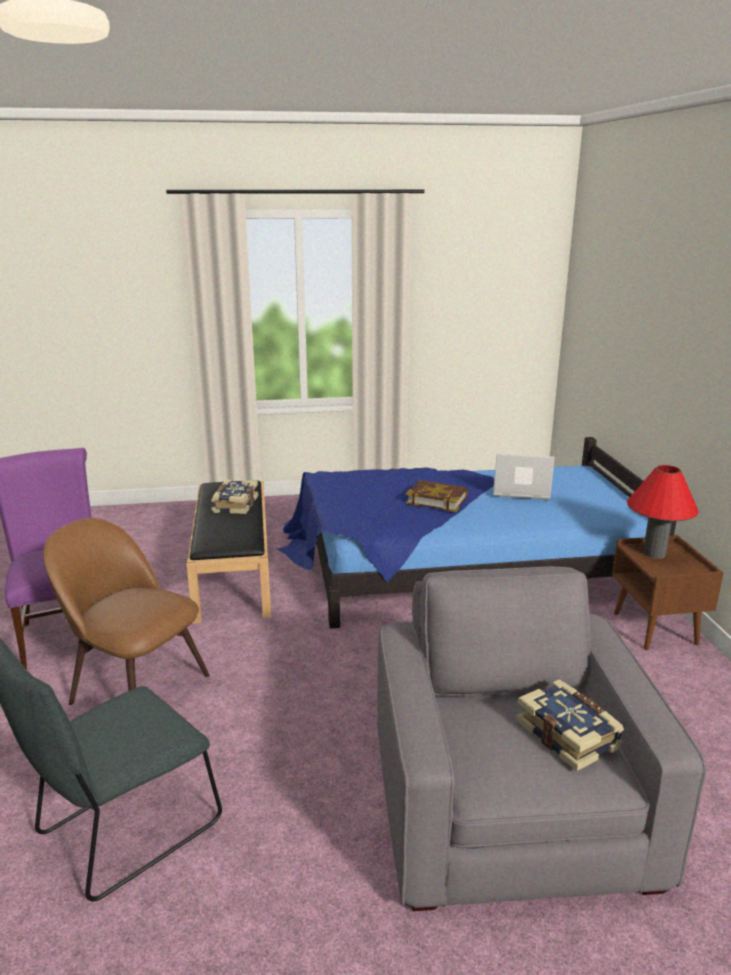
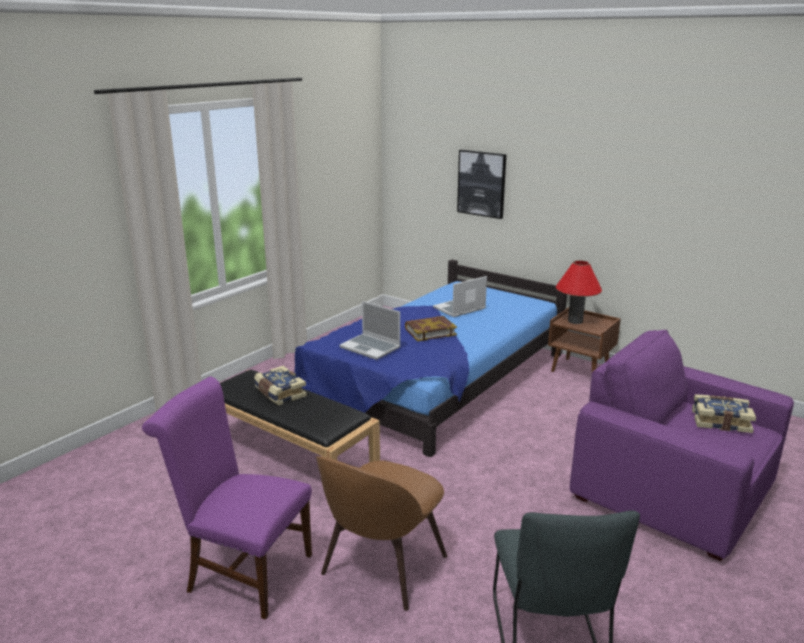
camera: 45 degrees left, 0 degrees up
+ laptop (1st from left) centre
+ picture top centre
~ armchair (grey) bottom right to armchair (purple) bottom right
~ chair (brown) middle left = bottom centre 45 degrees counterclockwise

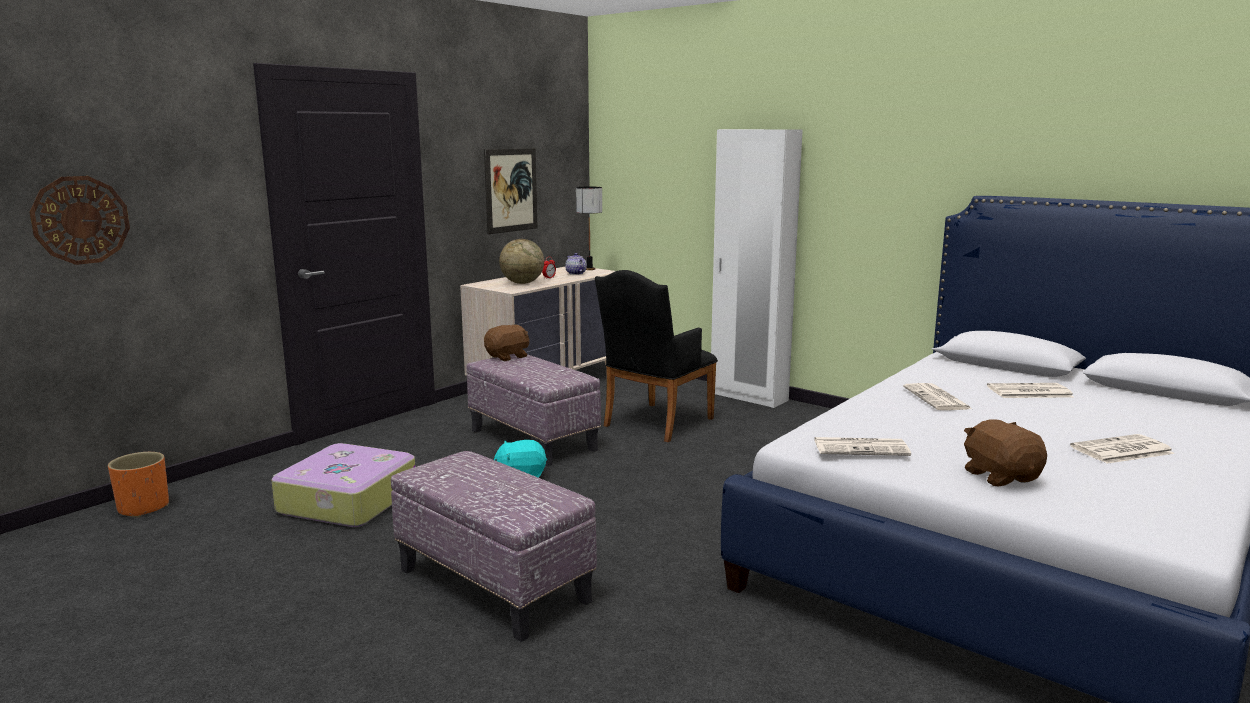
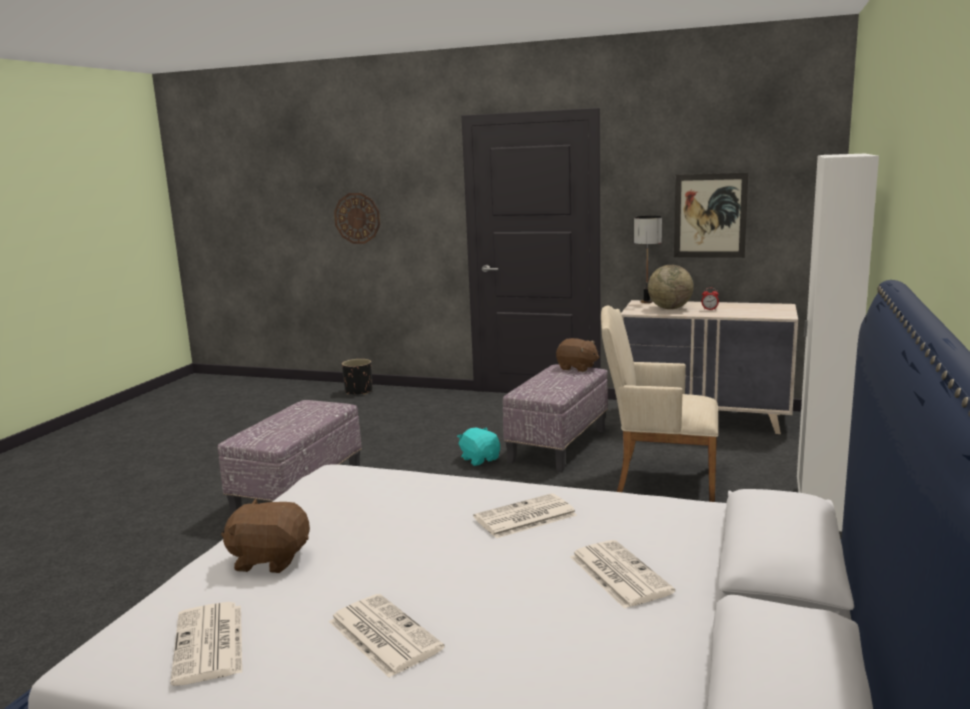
camera: 70 degrees right, 0 degrees up
- suitcase bottom left
- teapot centre
~ table lamp top centre to middle right
~ newspaper (1st from left) middle right to bottom left
~ planter (orange) bottom left to planter (black) centre
~ armchair (black) centre to armchair (beige) middle right
~ plush toy (brown) (2nd from left in the first image) middle right = bottom left 135 degrees counterclockwise

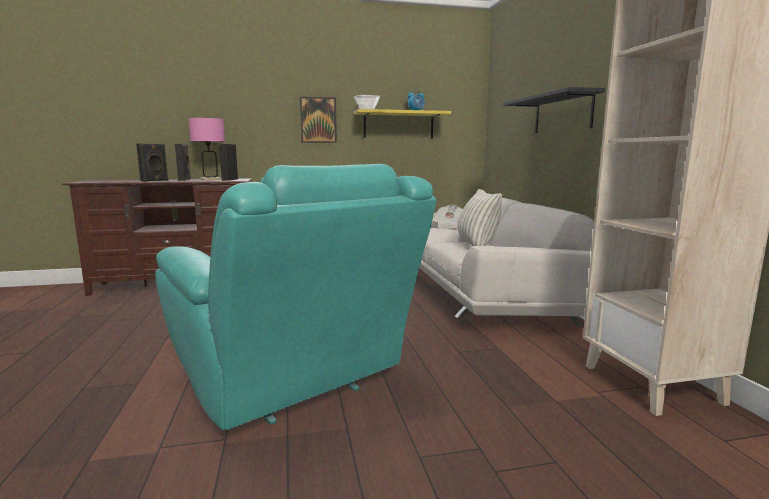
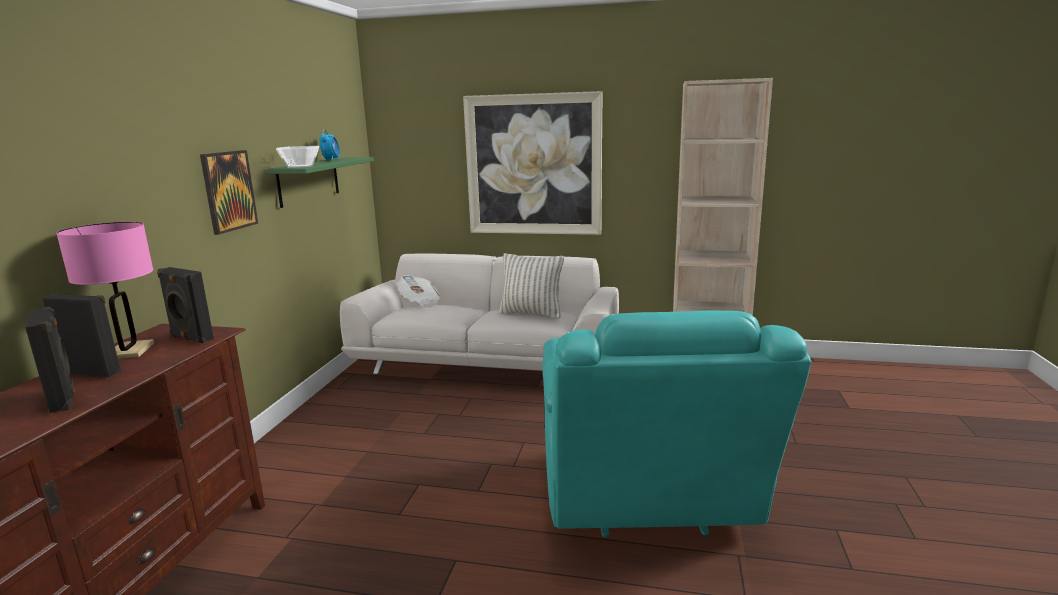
camera: 65 degrees left, 5 degrees up
~ shelf (black) top right to picture (2nd from left) top centre
~ shelf (yellow) top centre to shelf (green) top left
~ armchair (turquoise) centre = bottom centre 105 degrees clockwise

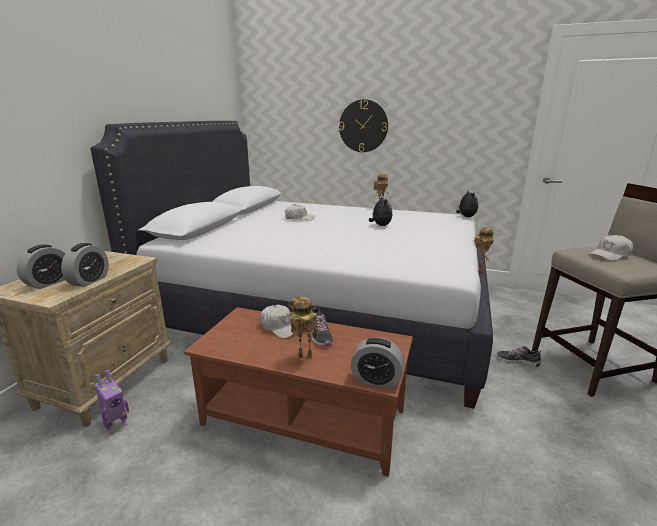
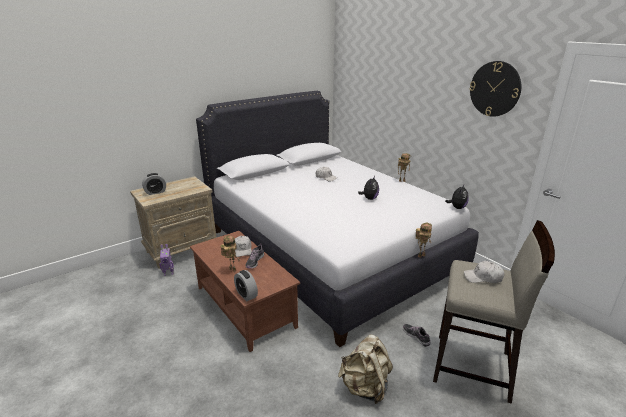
camera: 35 degrees right, 5 degrees up
- alarm clock (2nd from left) middle left
+ backpack (beige) bottom centre
~ wall clock top centre to top right

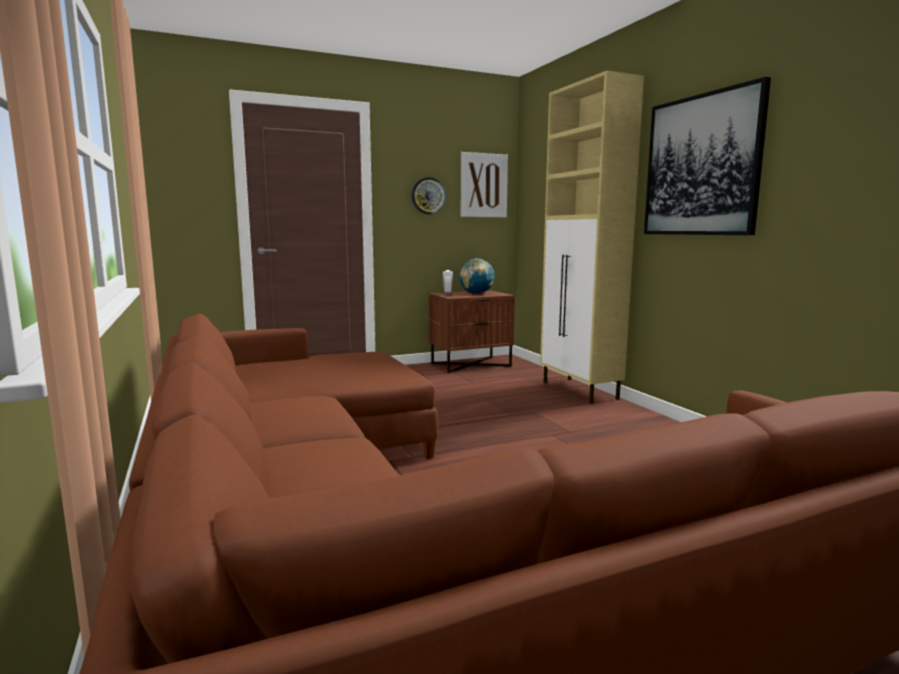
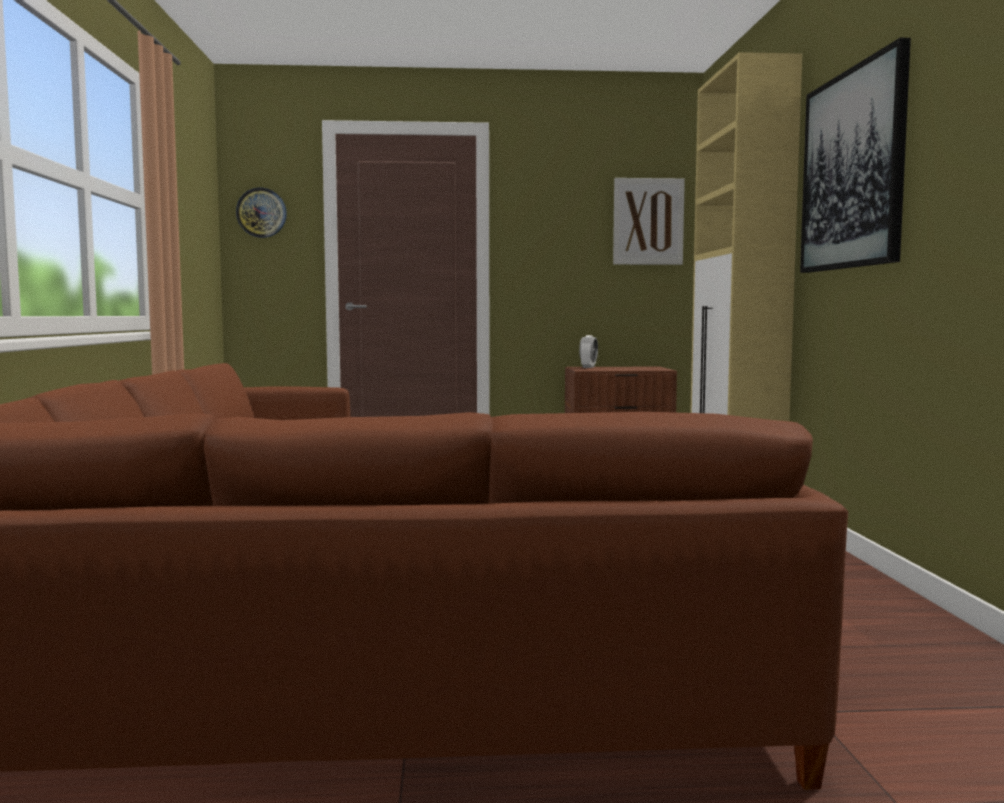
camera: 20 degrees right, 5 degrees down
- globe centre
~ wall clock top centre to top left

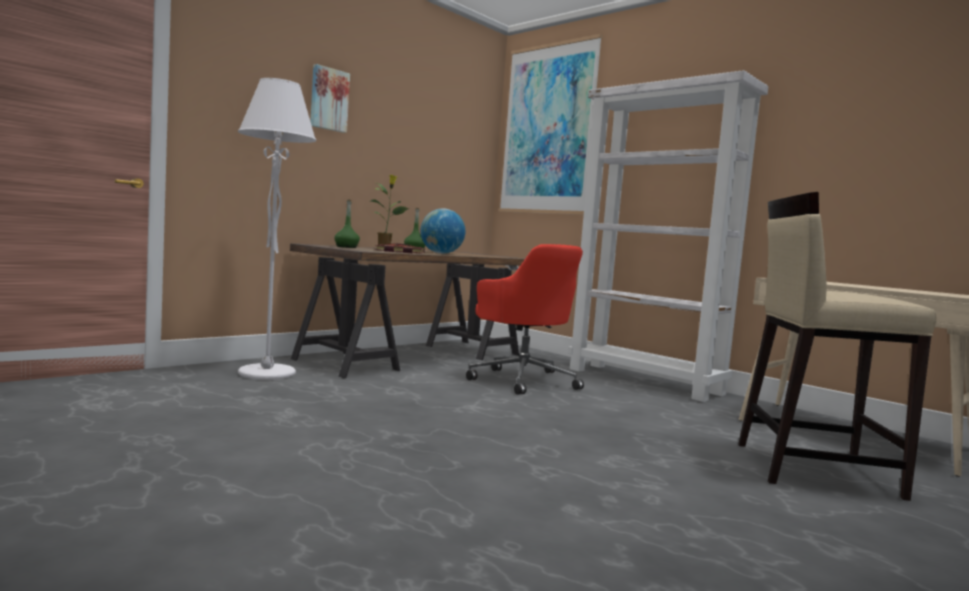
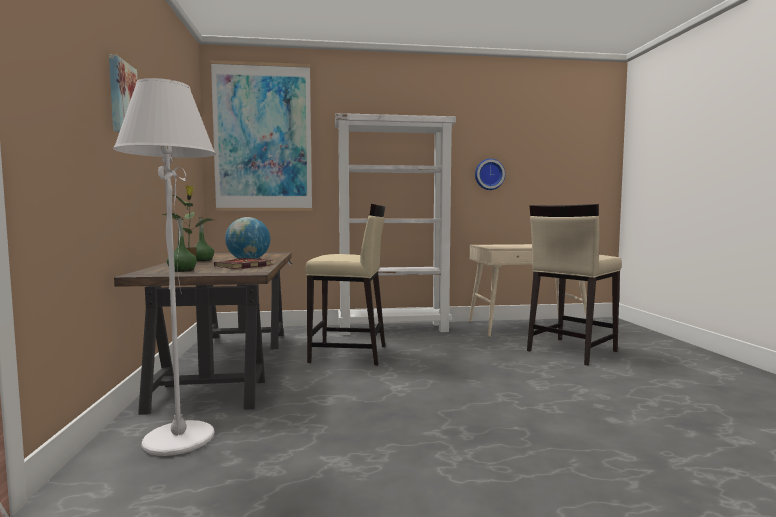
camera: 50 degrees left, 0 degrees up
+ wall clock centre
~ office chair (red) centre to stool (beige) (1st from left) centre

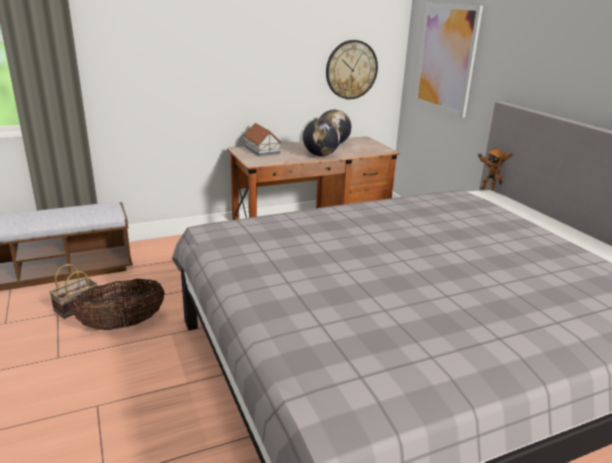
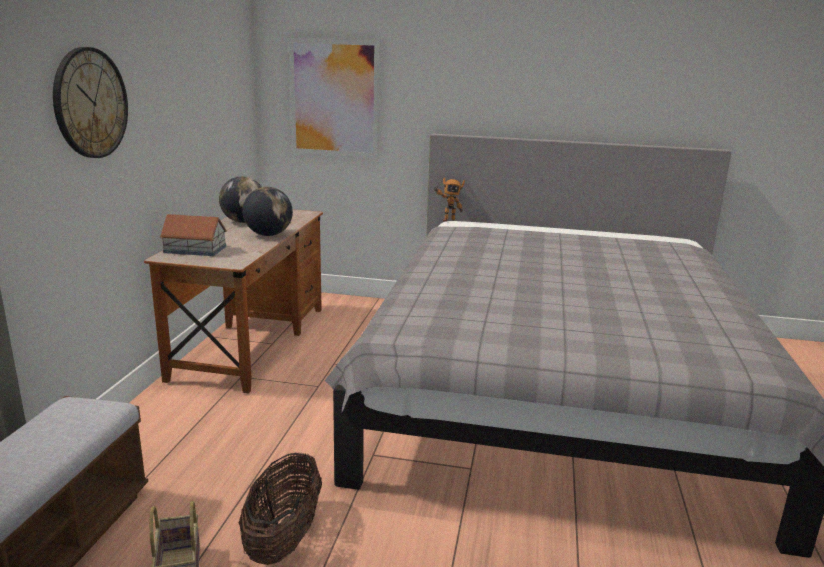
camera: 55 degrees left, 5 degrees down
~ wall clock top centre to top left

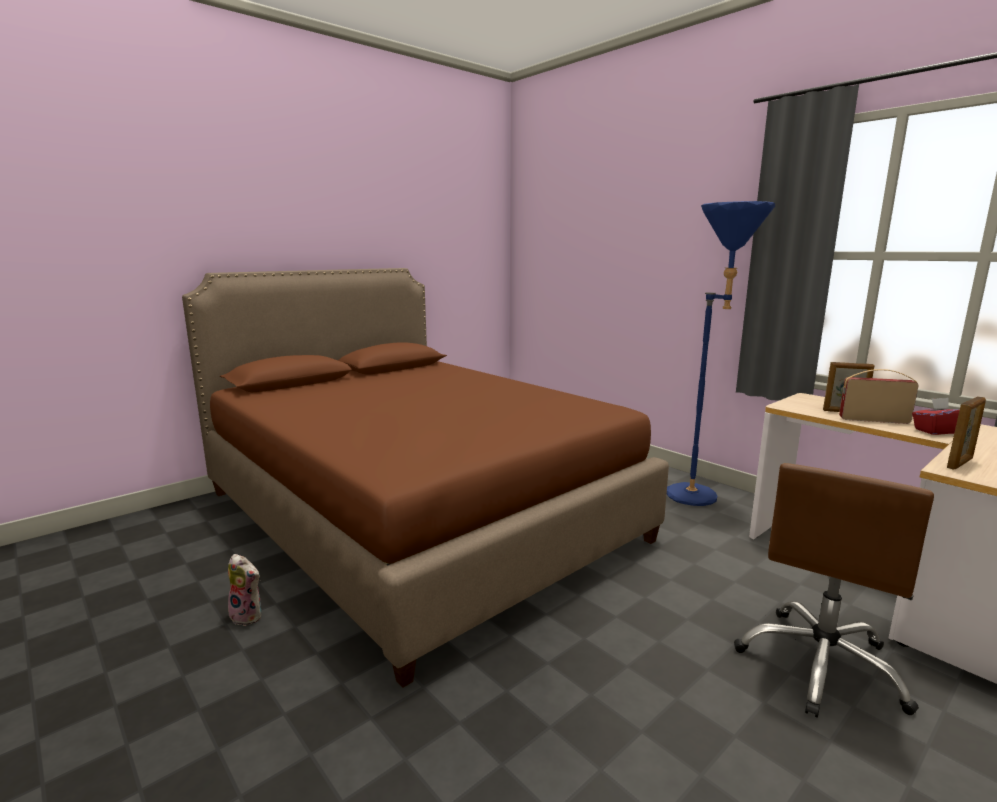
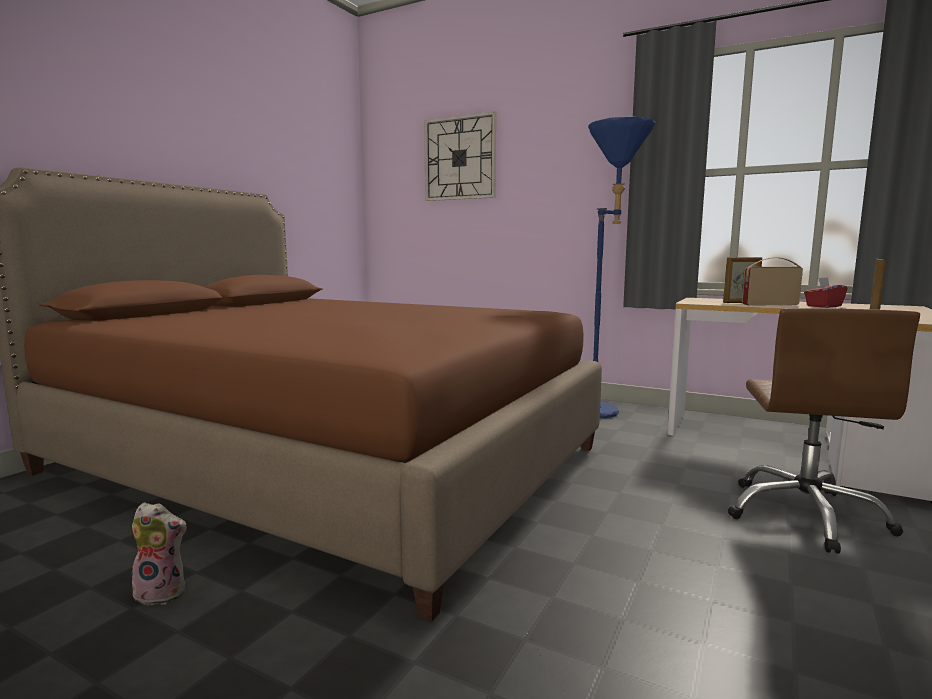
camera: 20 degrees left, 5 degrees down
+ wall clock top centre

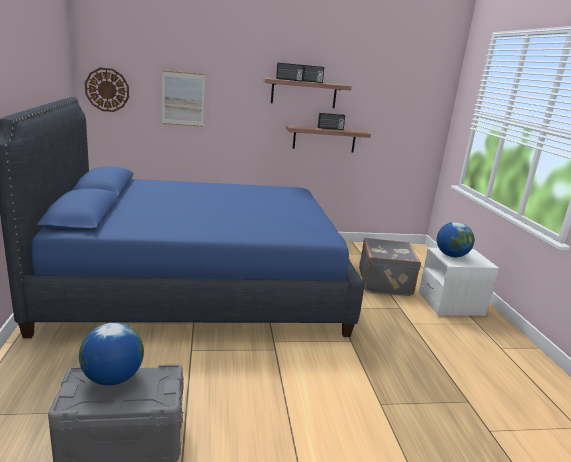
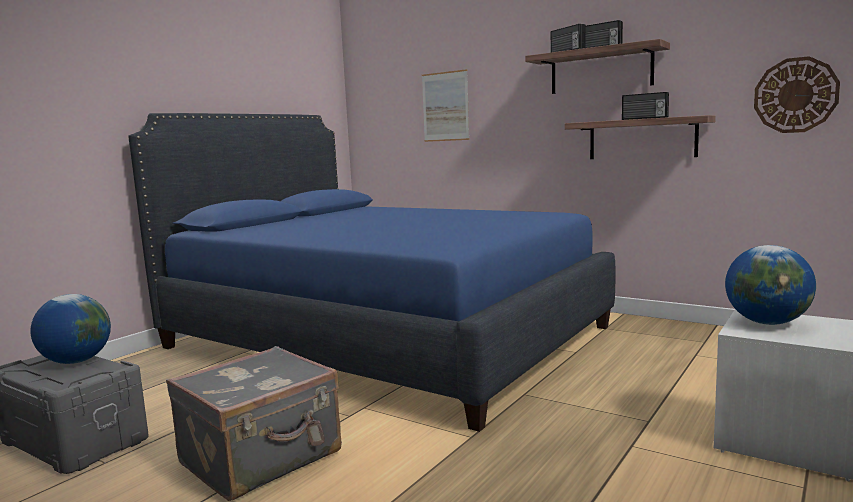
camera: 45 degrees right, 10 degrees down
~ wall clock top left to top right
~ suitcase (grey) middle right to bottom left

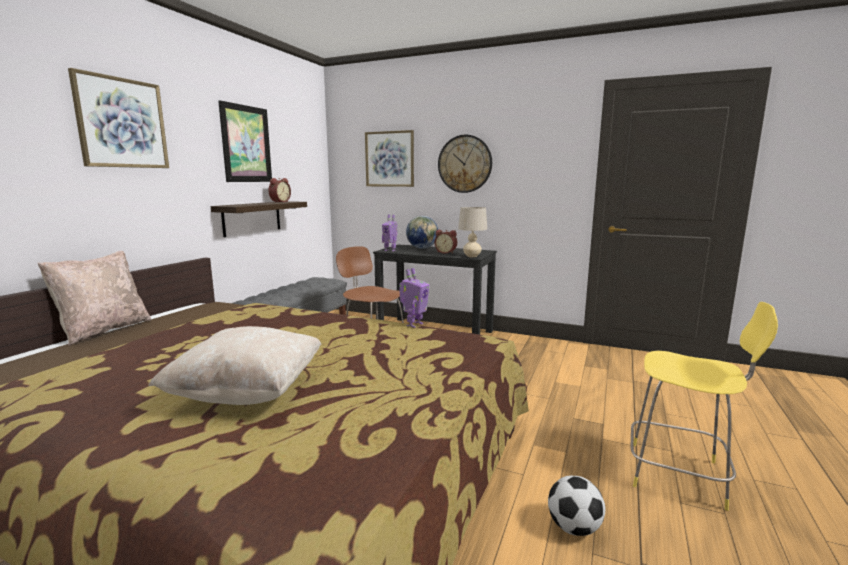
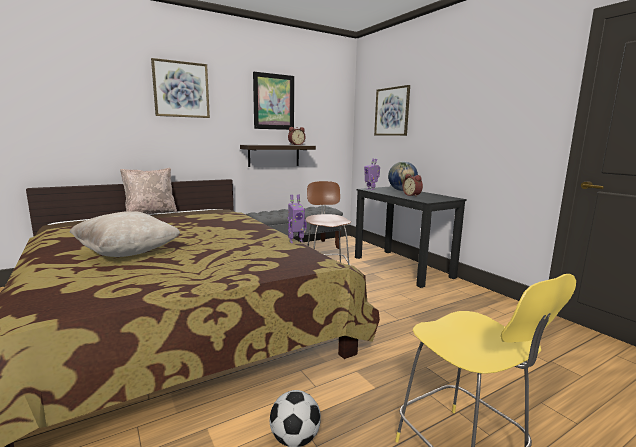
camera: 35 degrees right, 0 degrees up
- wall clock top centre
- table lamp (beige) centre

